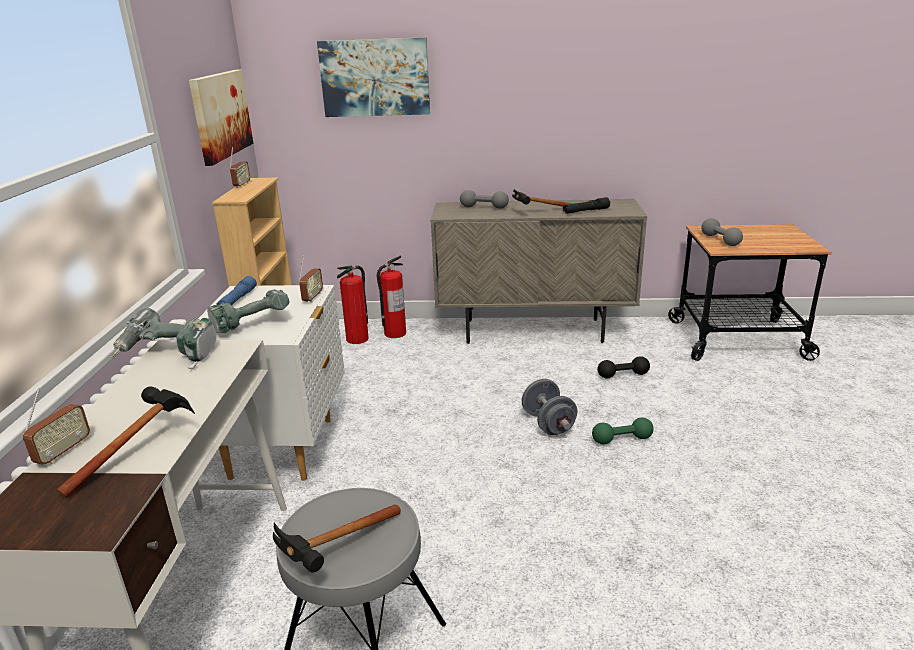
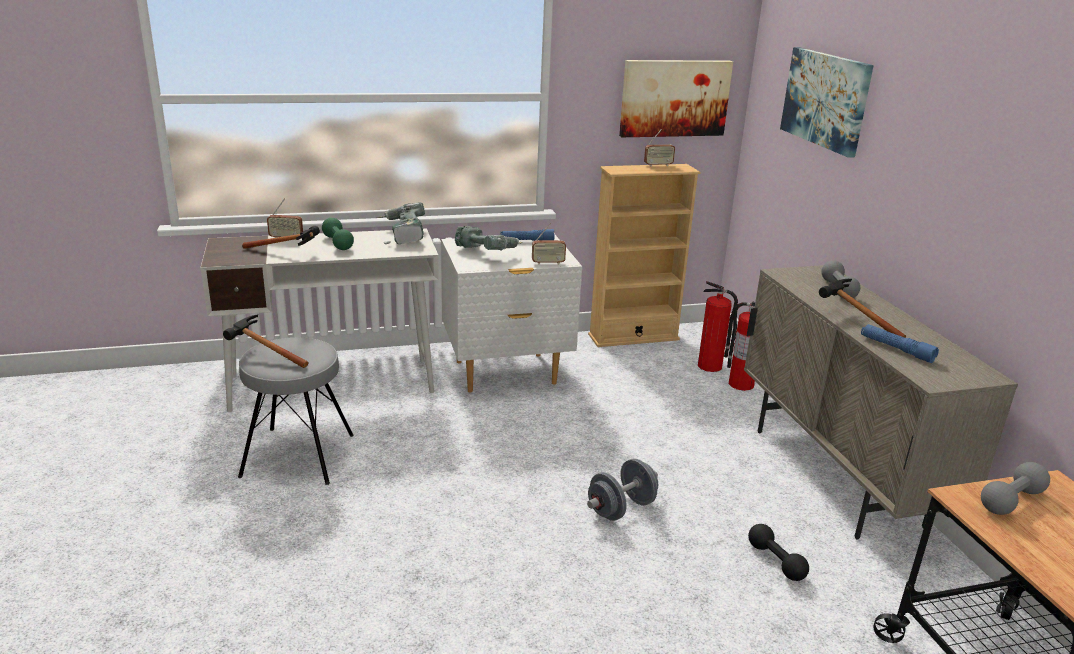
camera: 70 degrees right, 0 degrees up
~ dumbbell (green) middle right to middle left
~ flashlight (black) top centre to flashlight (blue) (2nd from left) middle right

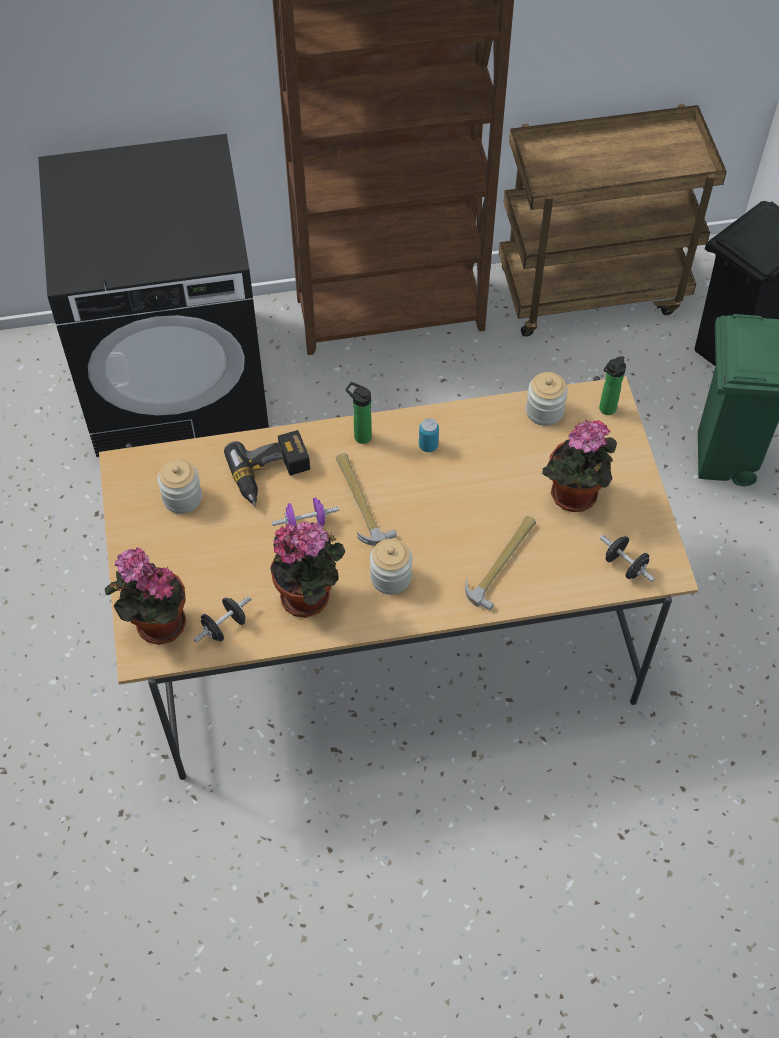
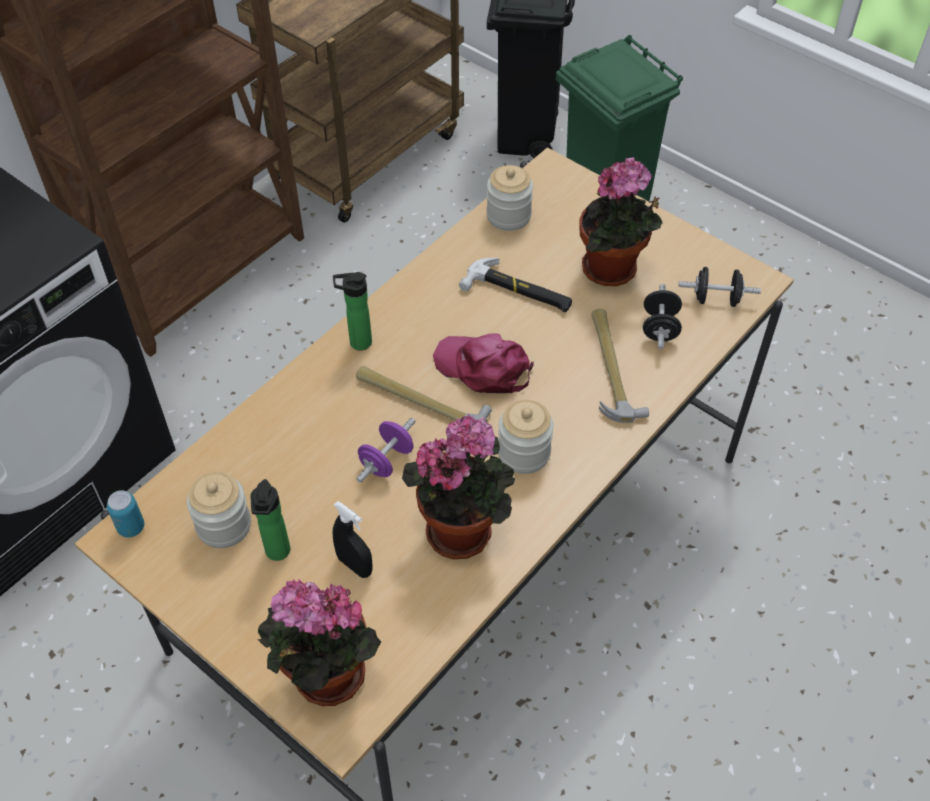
camera: 40 degrees left, 5 degrees down
- power drill centre
+ spray bottle (black) bottom centre
+ cap (pink) centre
+ hammer (2nd from left) centre
~ dumbbell (black) (1st from left) middle left to middle right
~ can centre to middle left
~ bottle (2nd from left in the first image) middle right to bottle (1st from left) middle left

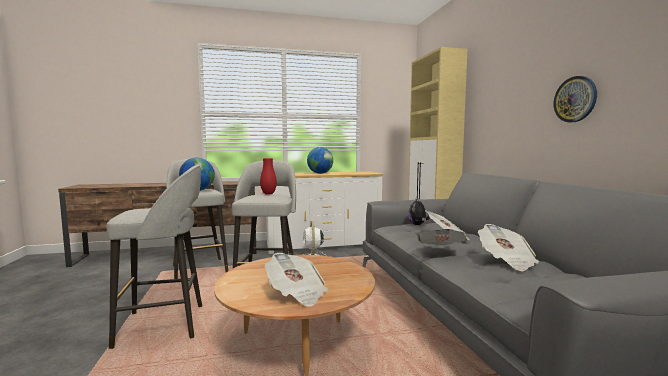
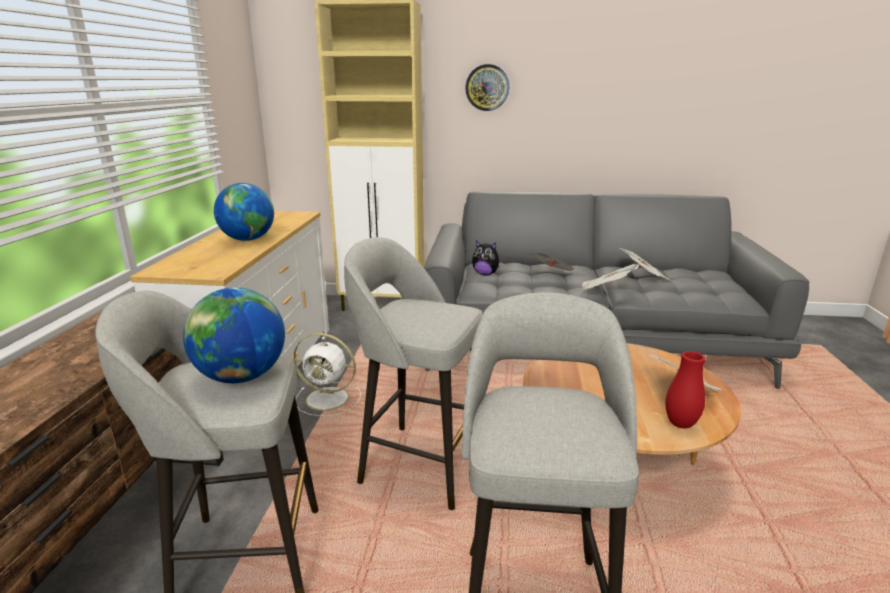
camera: 70 degrees left, 15 degrees up
~ vase (red) centre to middle right
~ wall clock top right to top centre

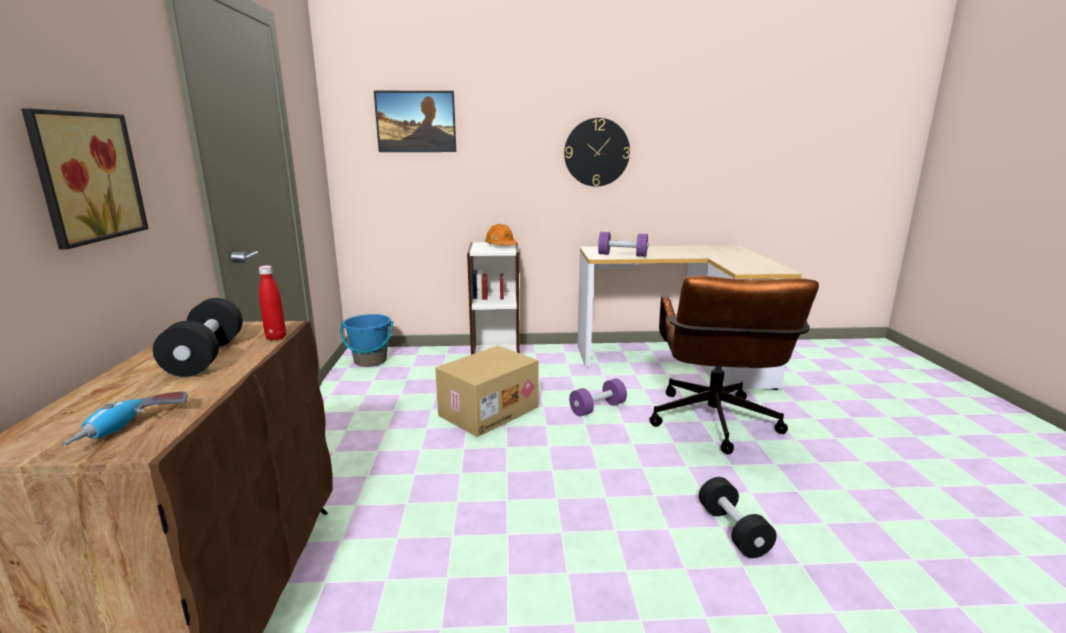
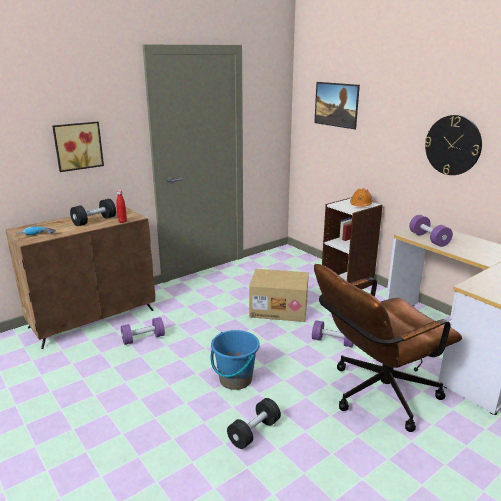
camera: 55 degrees right, 5 degrees up
+ dumbbell (purple) (1st from left) middle left
~ bucket (blue) centre to bottom centre

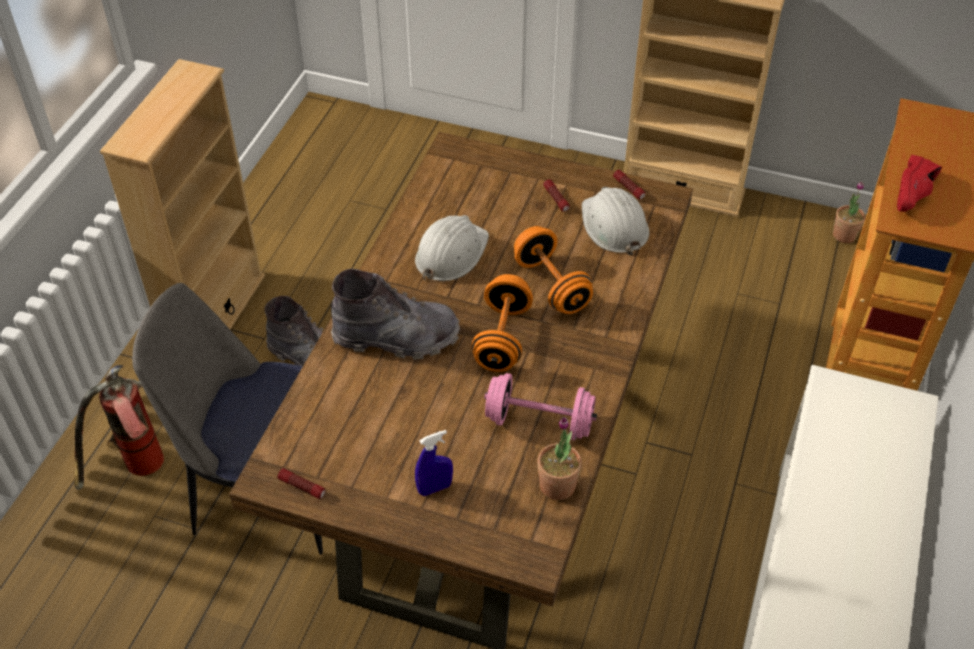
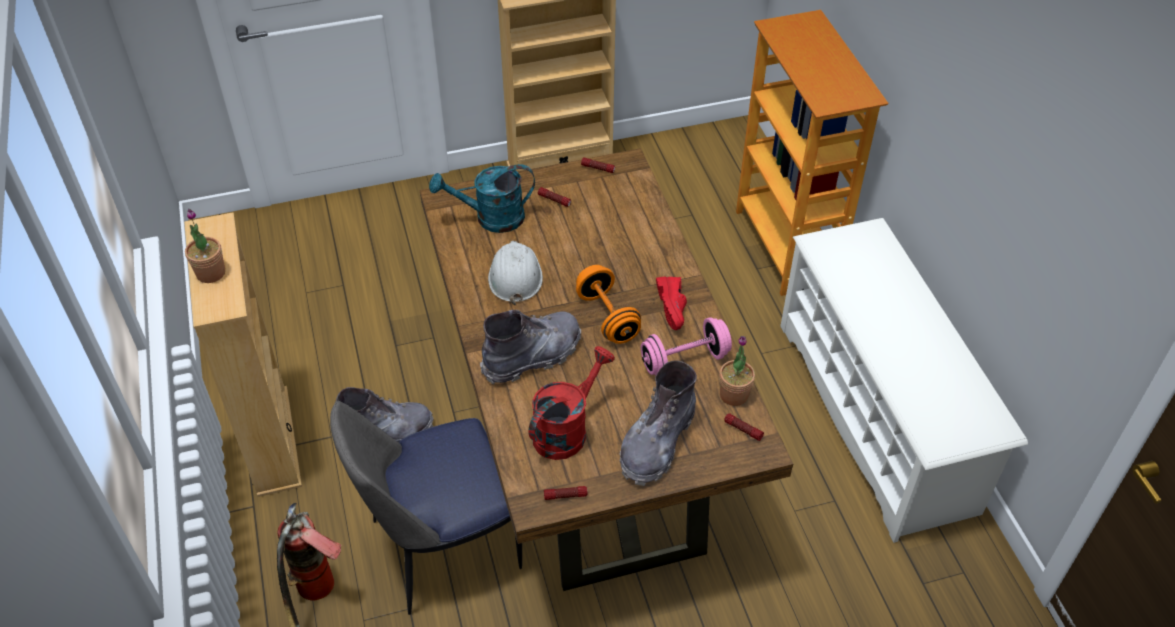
camera: 35 degrees left, 0 degrees up
- dumbbell (orange) (2nd from left) centre
- hard hat (white) (2nd from left) centre
+ watering can (turquoise) top centre
+ watering can (red) centre
+ flashlight (4th from left) bottom centre
~ potted plant (2nd from left in the first image) top right to potted plant (1st from left) middle left
~ shoe (red) top right to centre
~ spray bottle (blue) bottom centre to boot (grey) (3rd from left) bottom centre

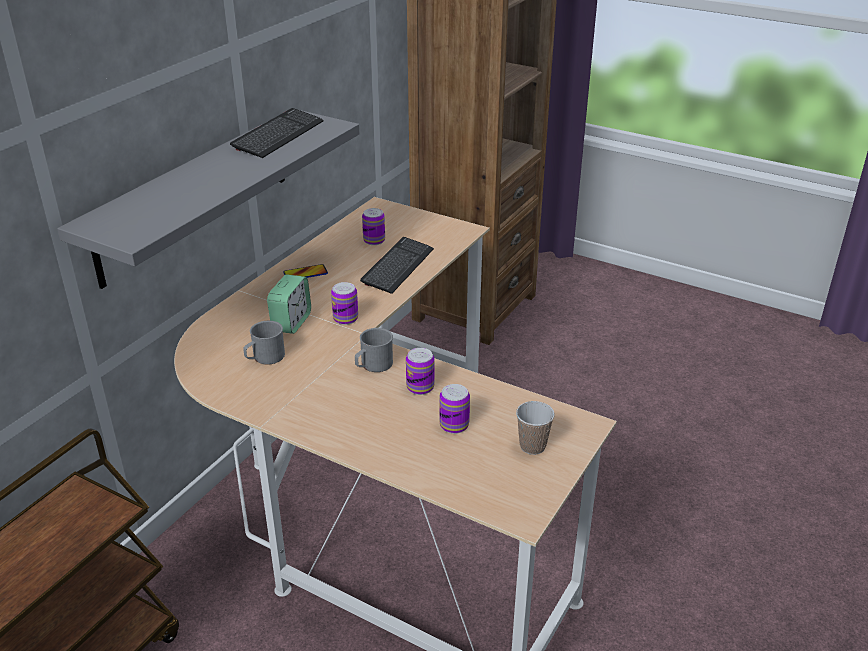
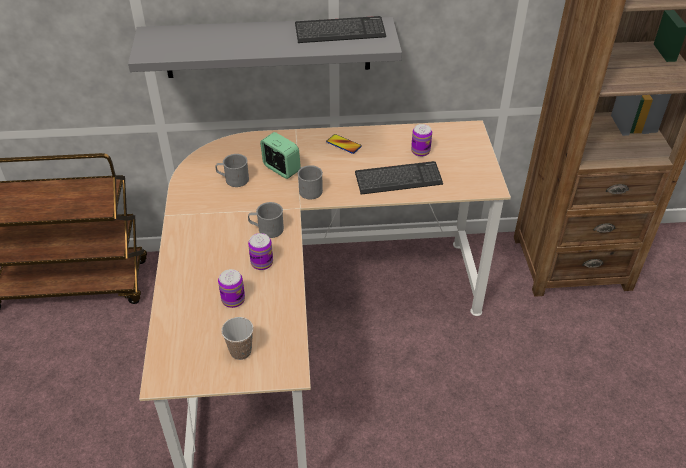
camera: 55 degrees right, 10 degrees up
~ can (1st from left) centre to mug (grey) (3rd from left) centre
~ alarm clock middle left = top centre 120 degrees counterclockwise

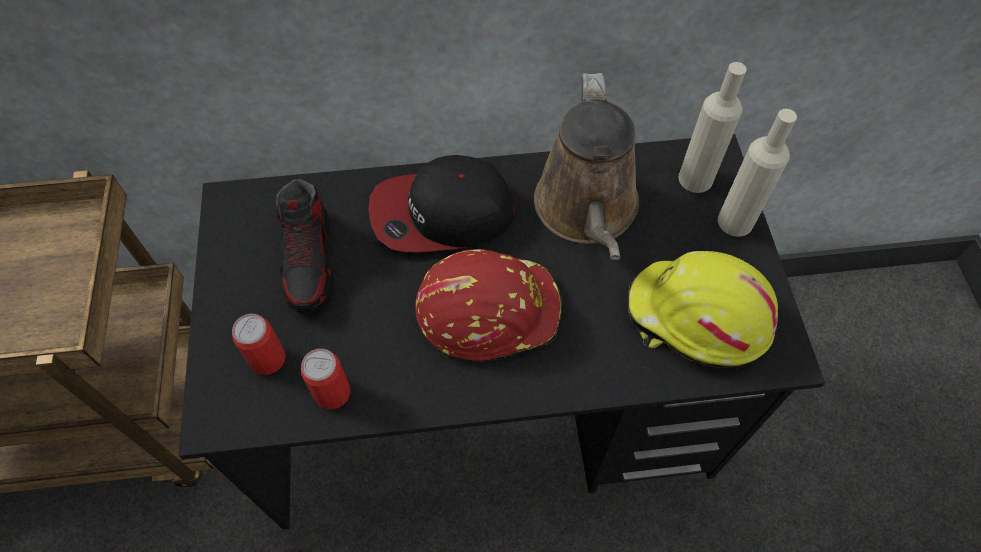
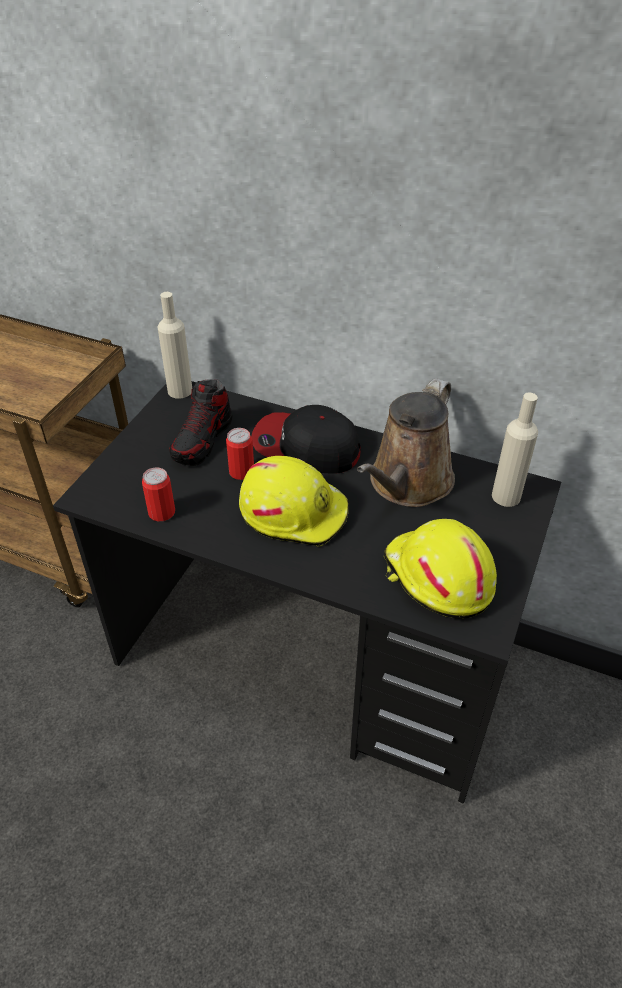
camera: 30 degrees right, 15 degrees down
~ can (1st from left in the first image) middle left to can (2nd from left) centre
~ bottle (beige) (2nd from left in the first image) top right to bottle (beige) (1st from left) middle left
~ hard hat (red) centre to hard hat (yellow) (1st from left) centre

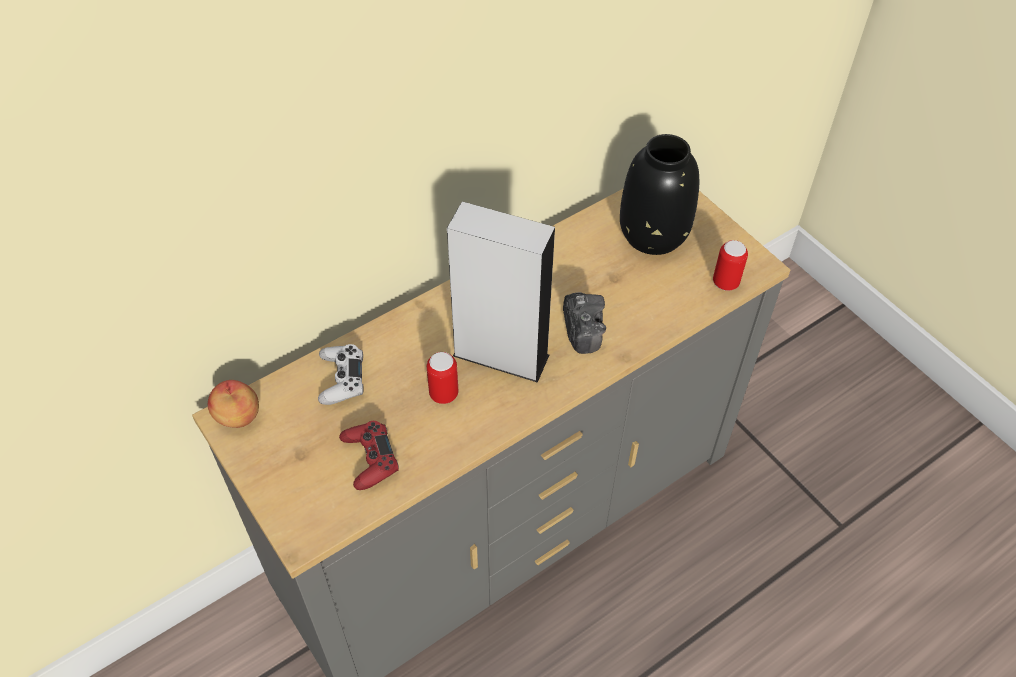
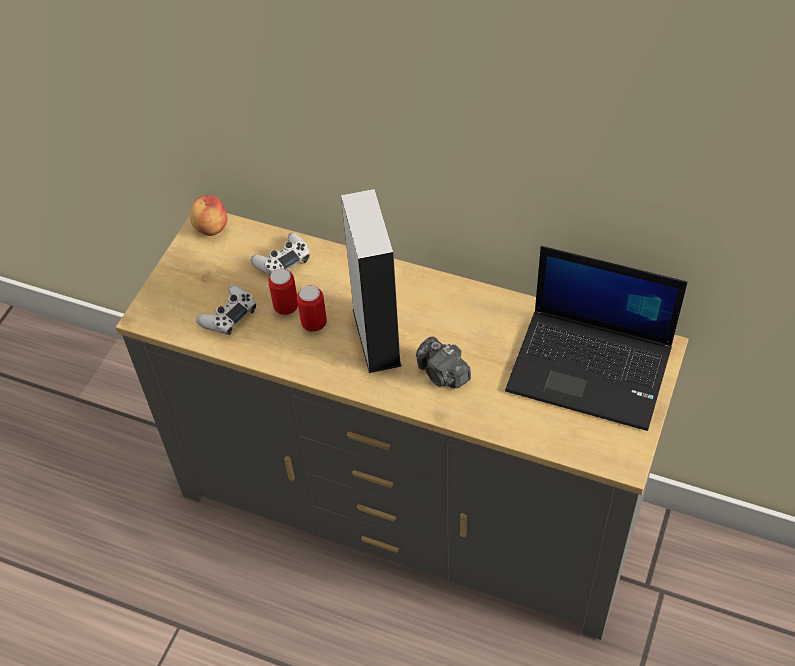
camera: 60 degrees right, 0 degrees up
~ can (2nd from left in the first image) middle right to can (1st from left) centre
~ vase (black) top centre to laptop middle right
~ game controller (red) bottom centre to game controller (white) (1st from left) middle left
~ photo camera centre = centre 90 degrees clockwise

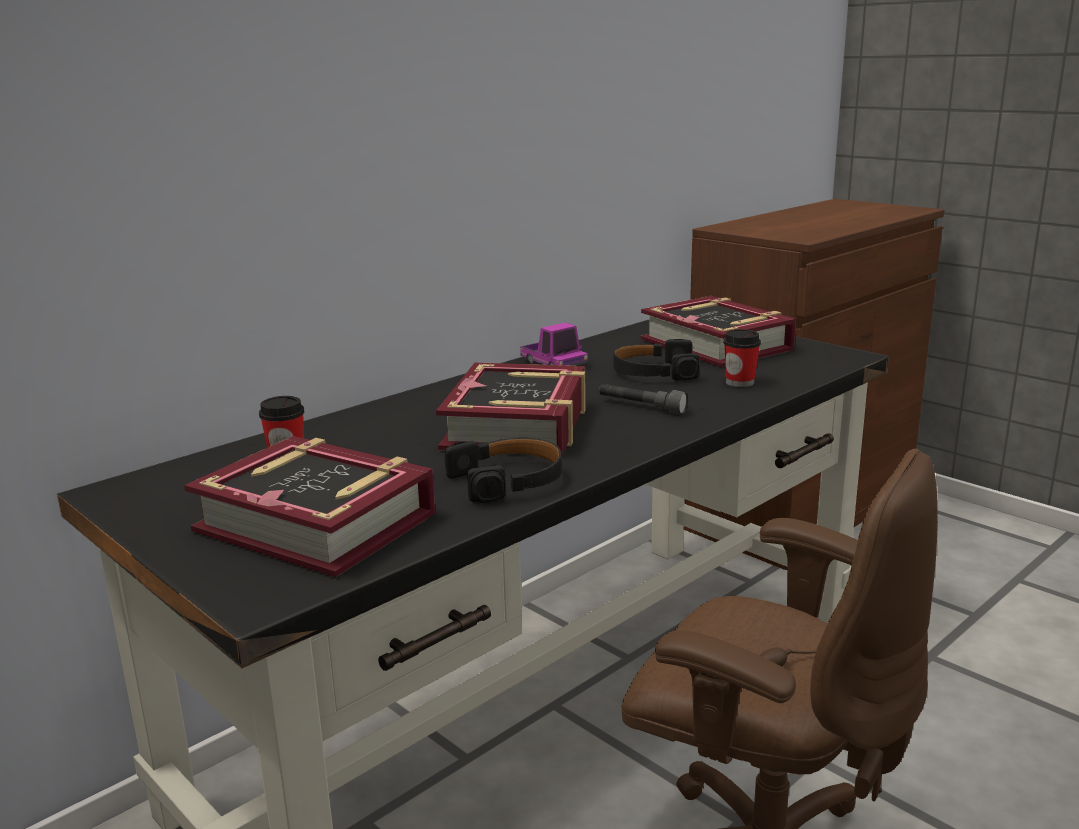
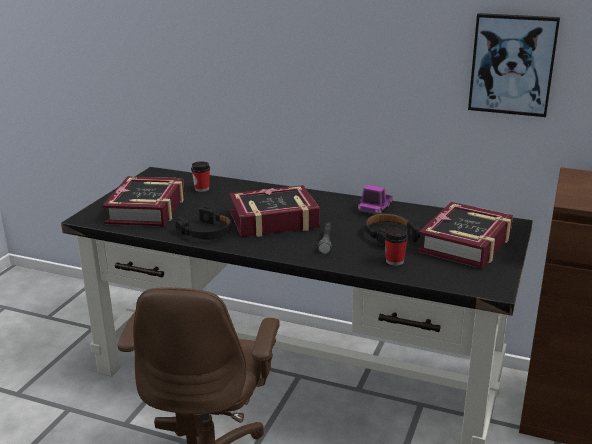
camera: 65 degrees right, 5 degrees up
+ picture top right

